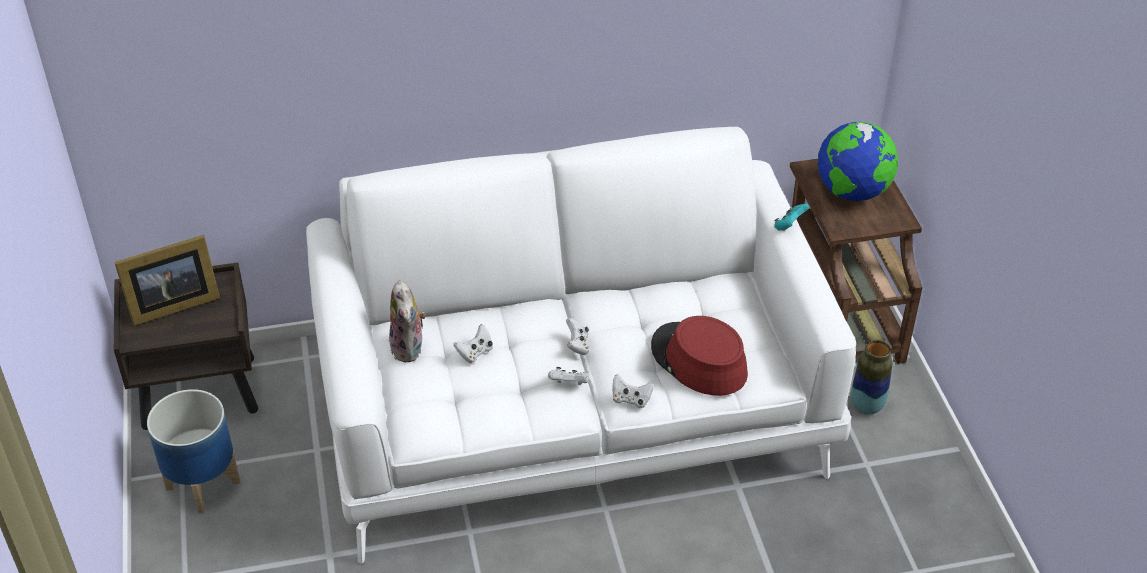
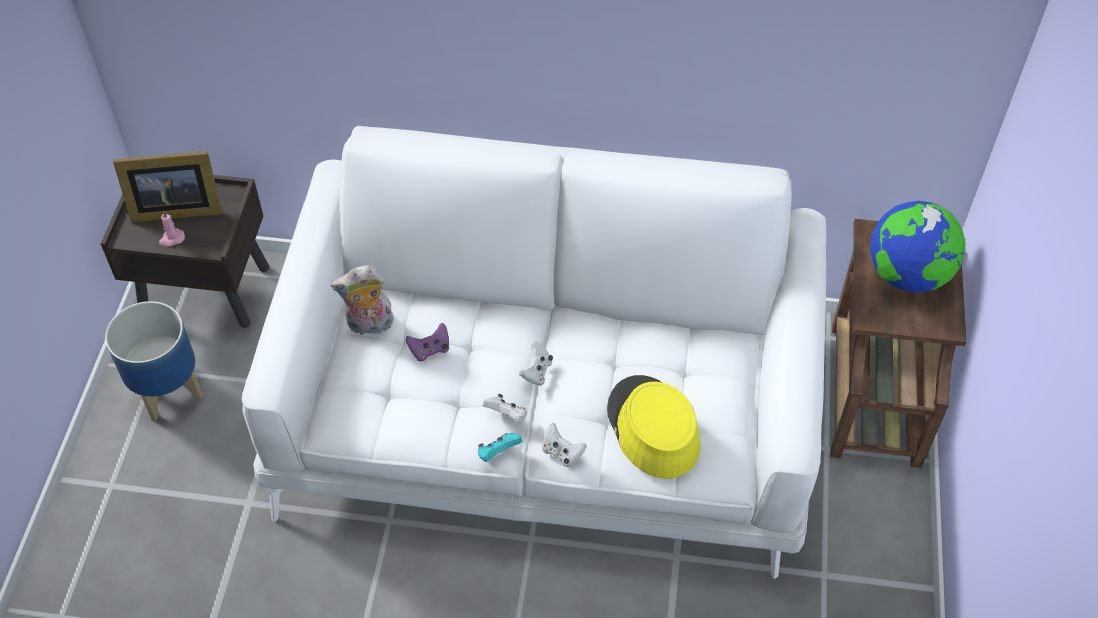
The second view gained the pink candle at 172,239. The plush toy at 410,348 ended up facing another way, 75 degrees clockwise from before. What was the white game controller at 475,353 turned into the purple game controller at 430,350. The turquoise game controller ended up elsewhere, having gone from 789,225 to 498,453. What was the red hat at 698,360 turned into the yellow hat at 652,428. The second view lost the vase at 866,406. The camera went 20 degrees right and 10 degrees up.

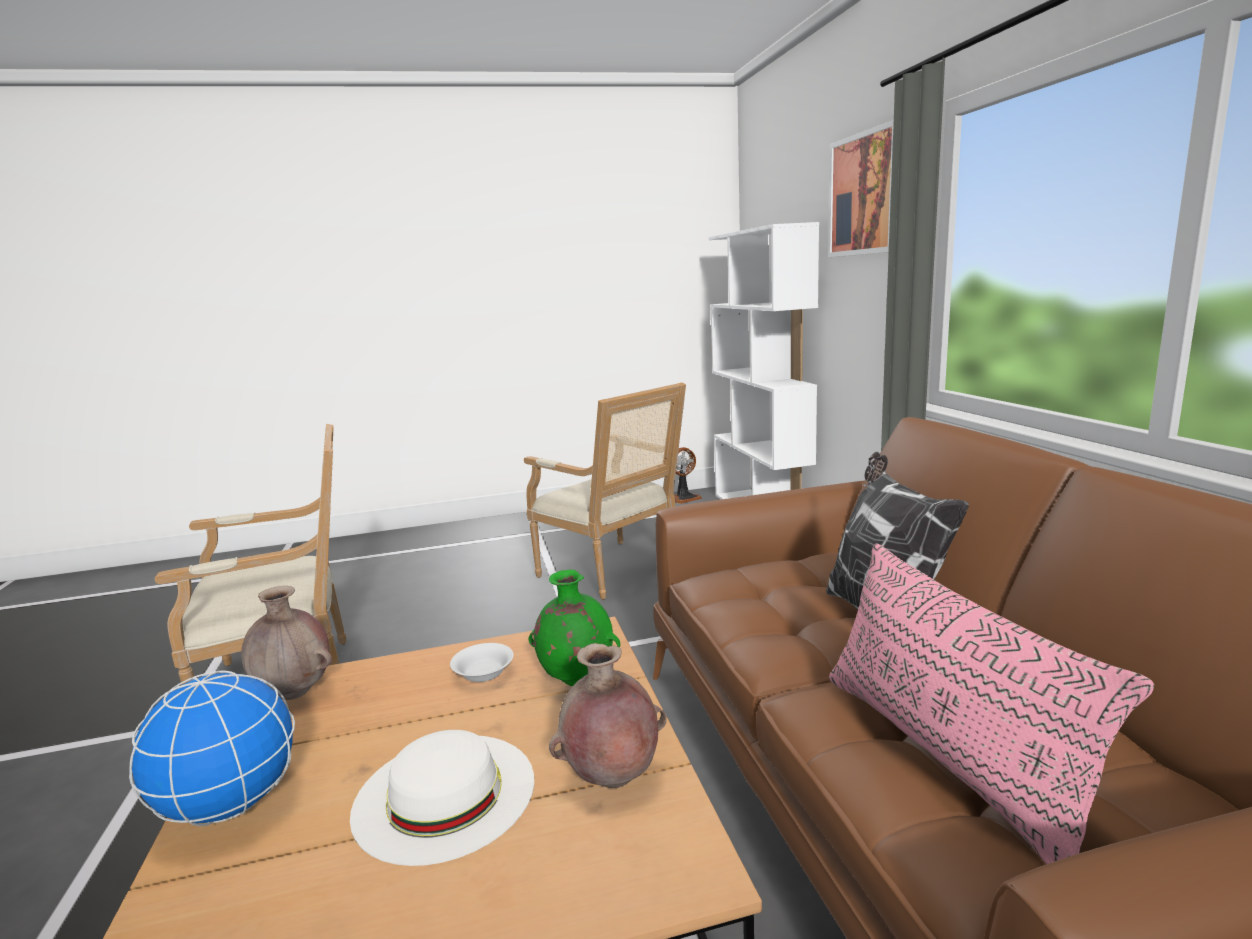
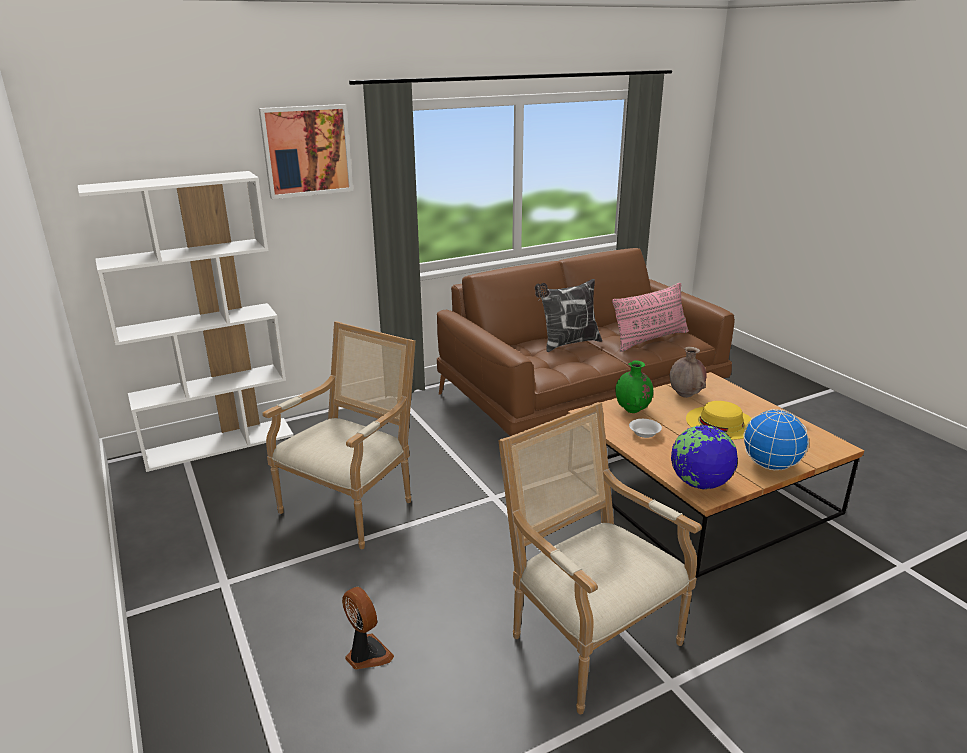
The fan ended up elsewhere, having gone from 684,498 to 366,654. Where the brown vase stood at 295,693, the globe came to stand at 699,484. What was the white hat at 445,793 turned into the yellow hat at 720,422. The camera went 105 degrees left and 10 degrees up.

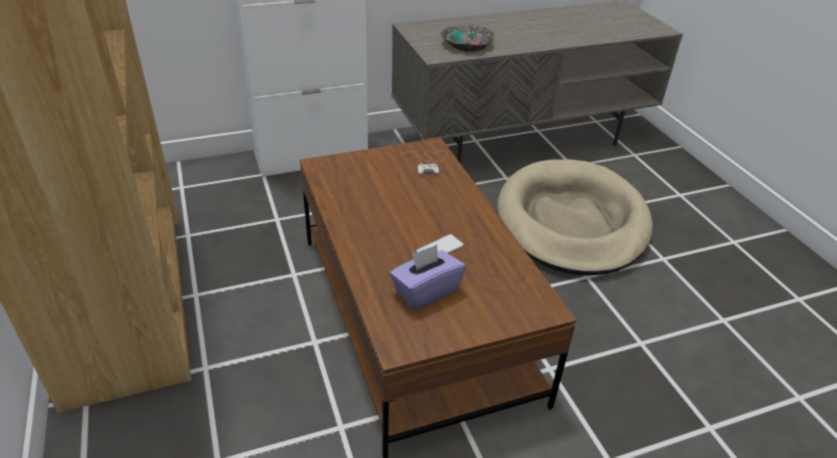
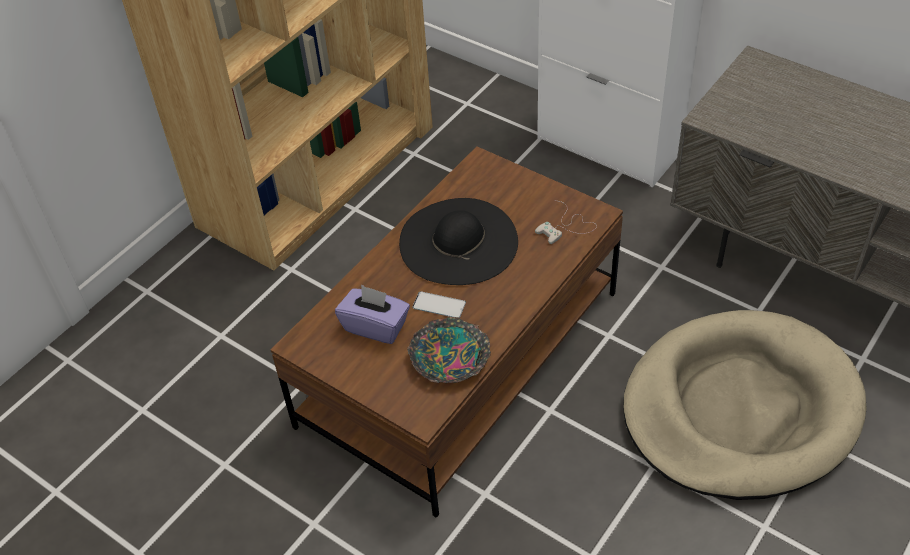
The second view gained the black hat at 458,241. The bowl ended up elsewhere, having gone from 466,43 to 450,357. The camera went 60 degrees right and 10 degrees up.

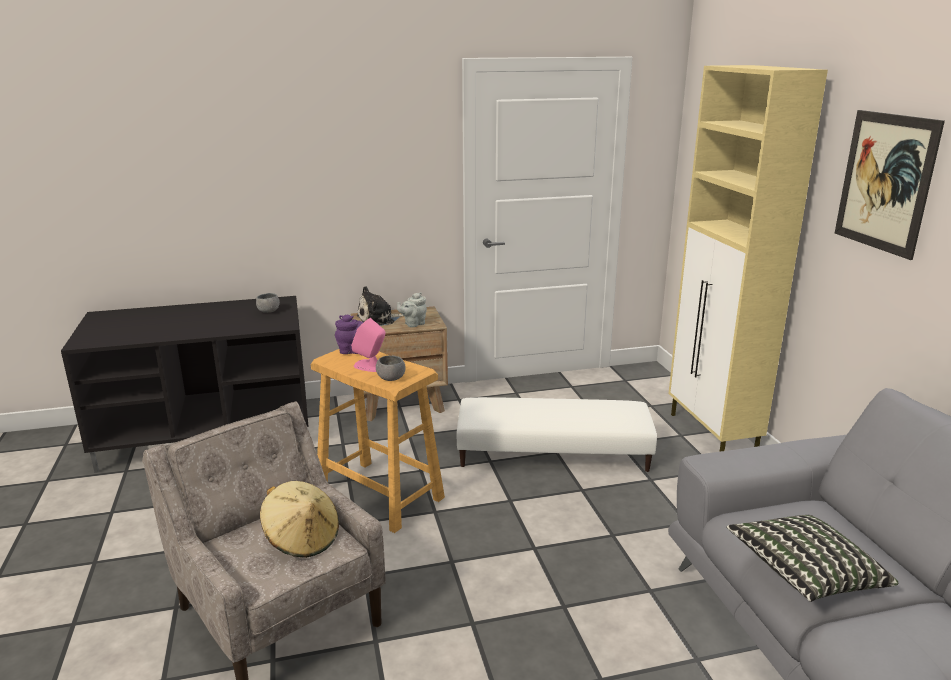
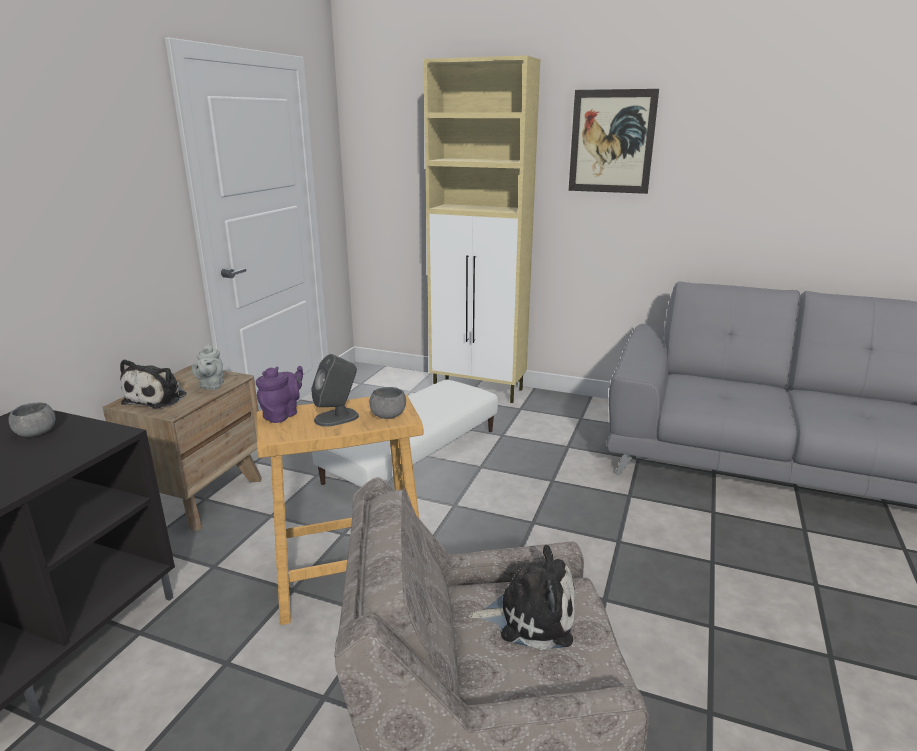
What was the pink speaker at 370,366 turned into the grey speaker at 337,417. Where the beige hat stood at 302,539, the plush toy came to stand at 530,616. The second view lost the pillow at 804,575. The camera went 55 degrees left and 0 degrees up.

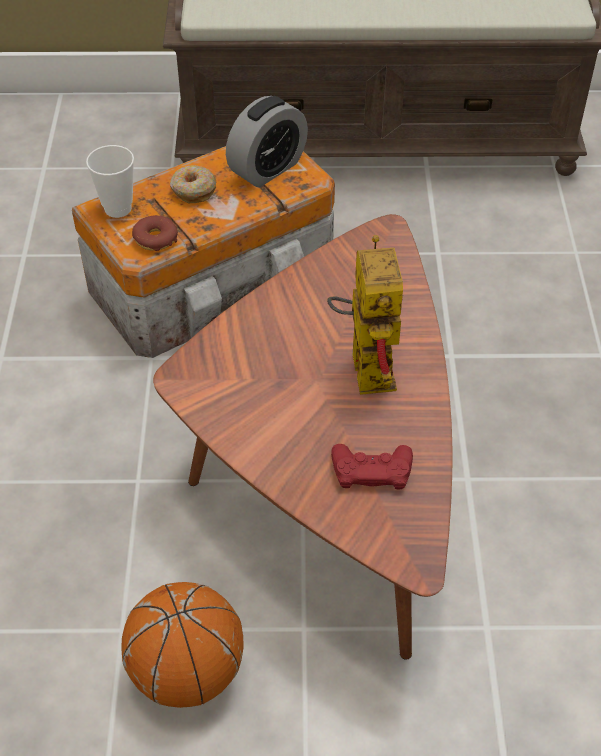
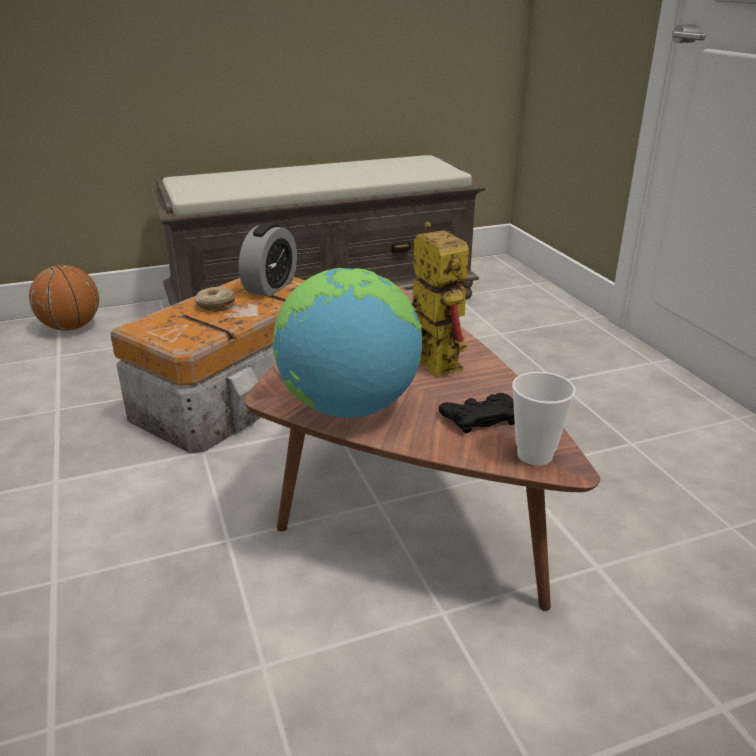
The basketball ended up elsewhere, having gone from 187,671 to 71,327. The second view gained the globe at 348,407. What was the red game controller at 371,470 turned into the black game controller at 480,418. The cup ended up elsewhere, having gone from 118,208 to 534,455. The second view lost the donut at 155,239. The camera went 20 degrees left and 20 degrees down.

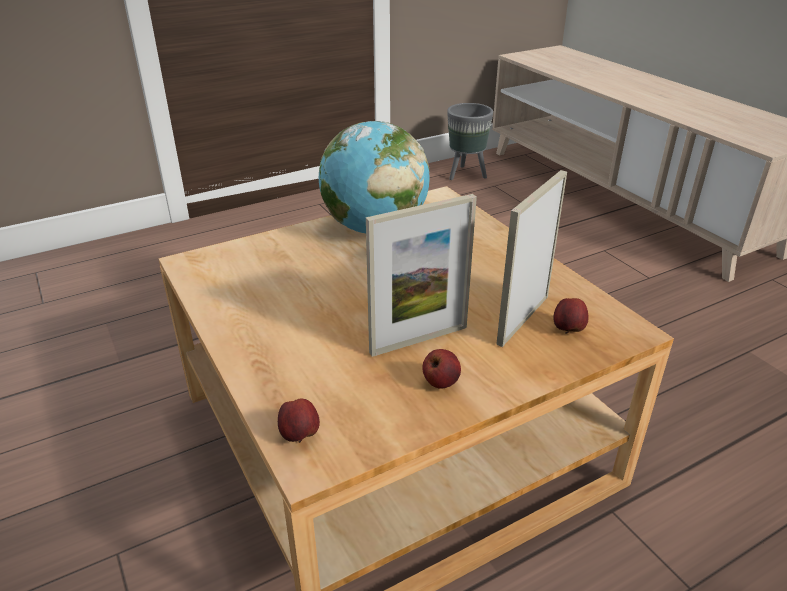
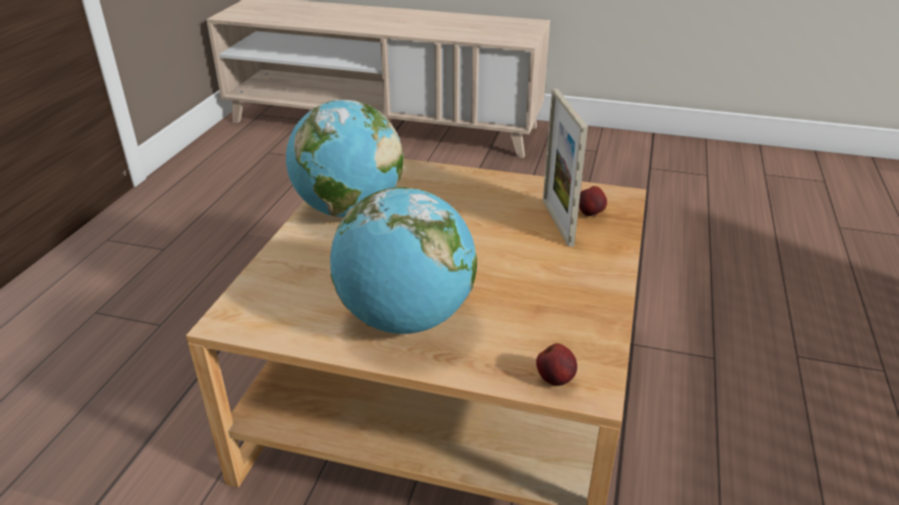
The second view gained the globe at 406,319. The second view lost the picture frame at 419,340. The second view lost the apple at 440,383. The second view lost the grey planter at 466,174. The camera went 45 degrees left and 0 degrees up.

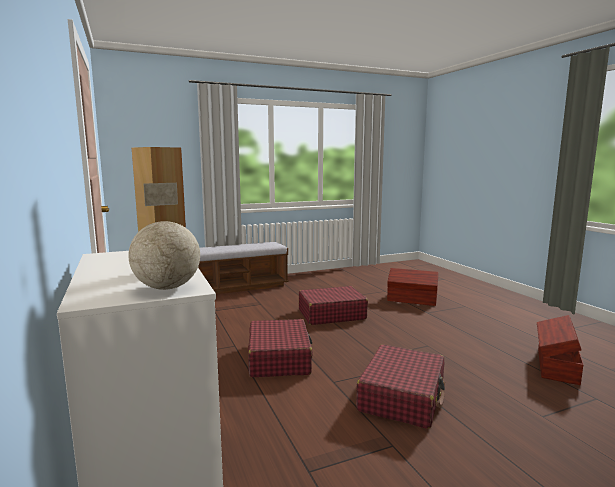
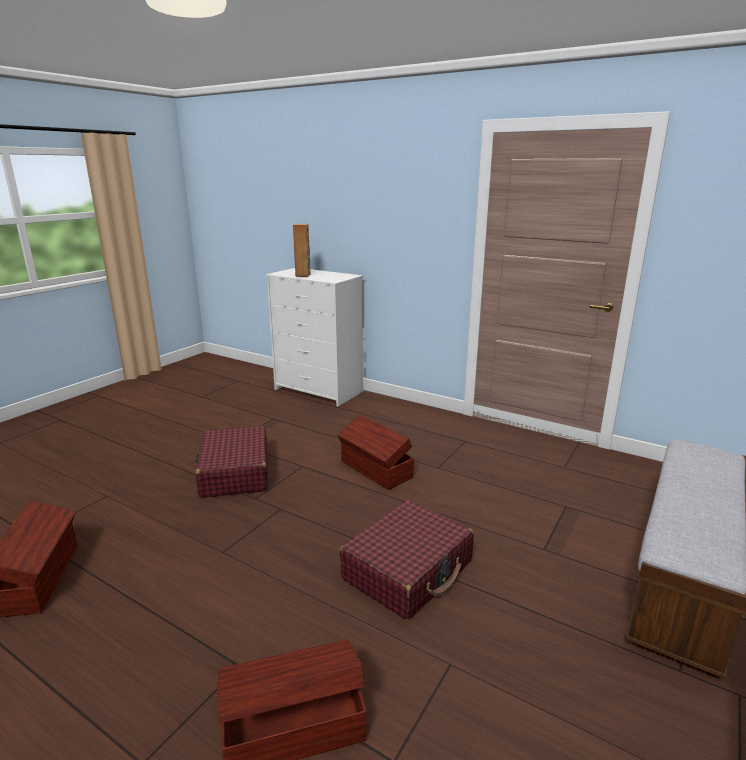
Where the red suitcase stood at 279,358, the brown storage box came to stand at 375,470. The second view lost the globe at 168,288. The camera went 145 degrees right and 10 degrees up.

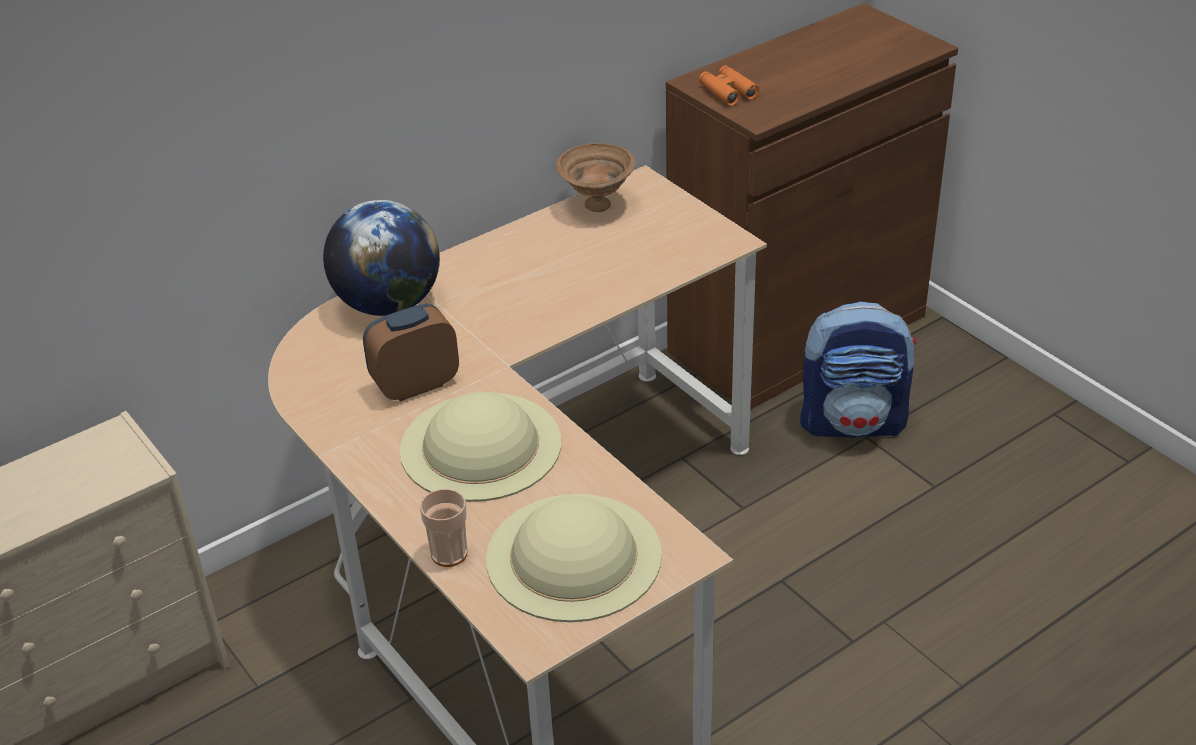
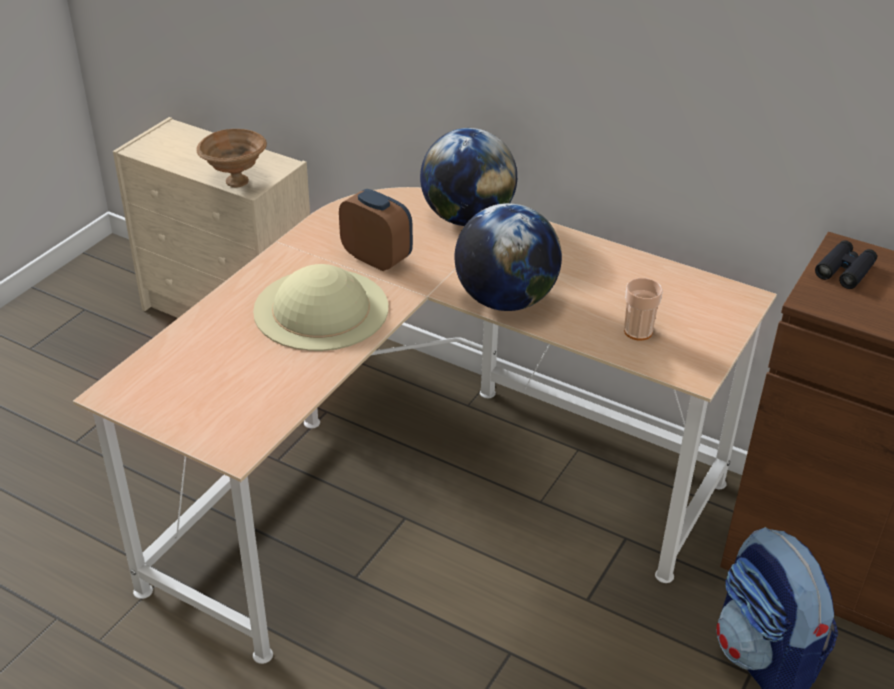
The brown bowl ended up elsewhere, having gone from 598,206 to 235,182. The second view gained the globe at 505,300. The cup ended up elsewhere, having gone from 449,554 to 638,331. What was the orange binoculars at 727,92 turned into the black binoculars at 845,270. The second view lost the beige hat at 573,556. The camera went 65 degrees right and 0 degrees up.

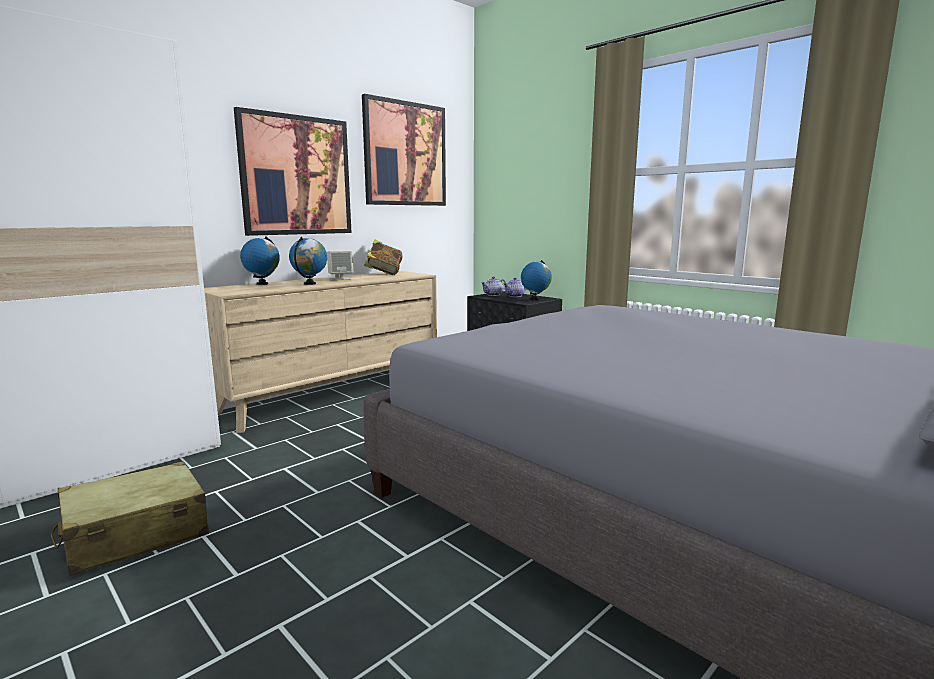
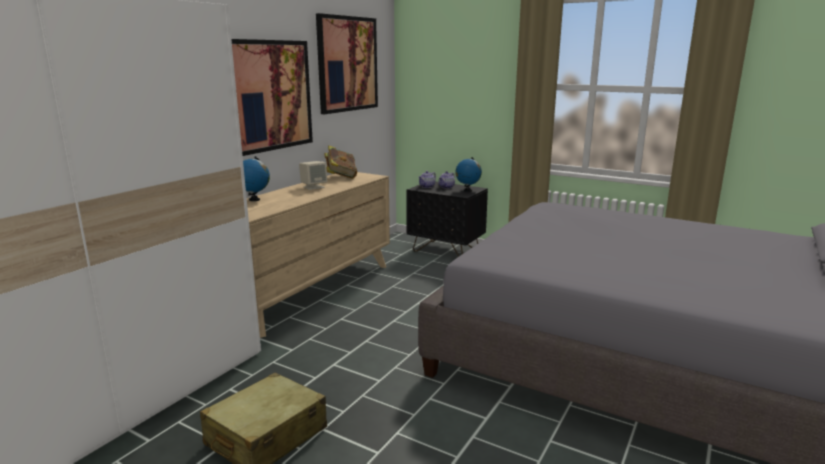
The second view lost the globe at 310,284. The camera went 15 degrees left and 5 degrees up.

